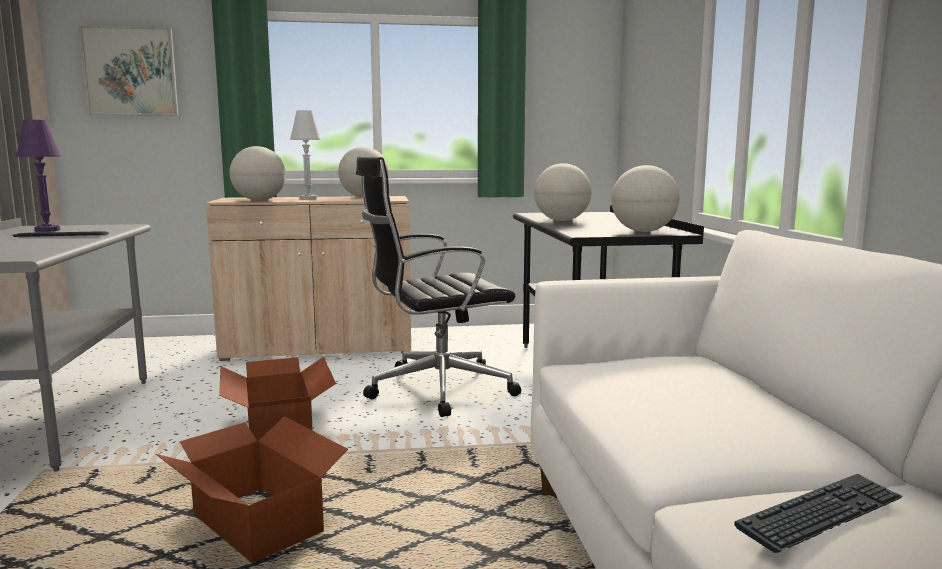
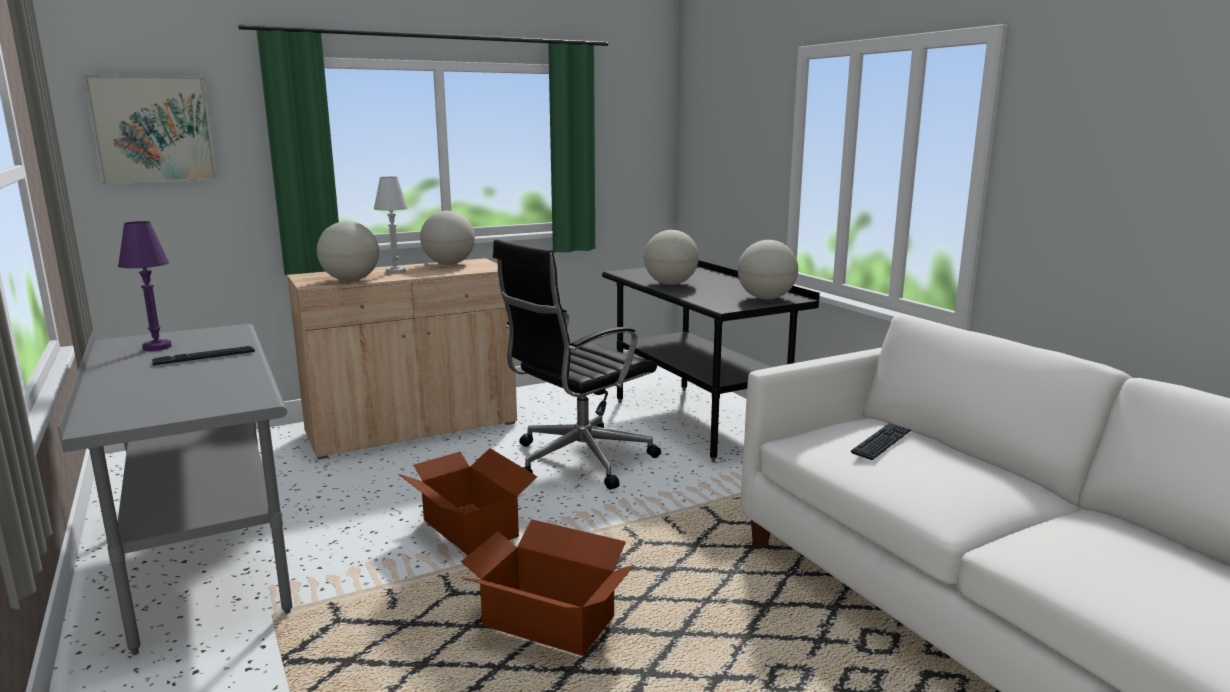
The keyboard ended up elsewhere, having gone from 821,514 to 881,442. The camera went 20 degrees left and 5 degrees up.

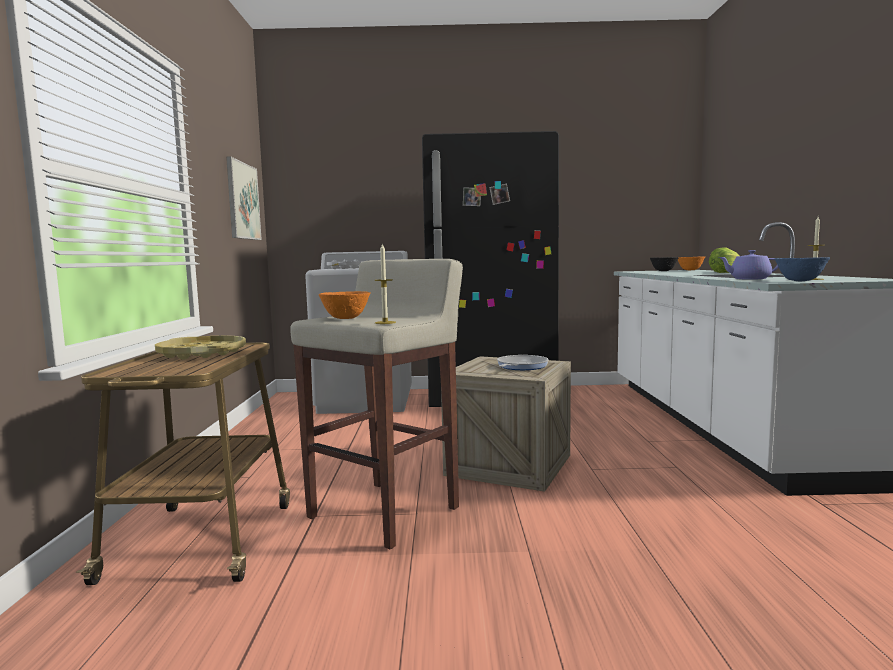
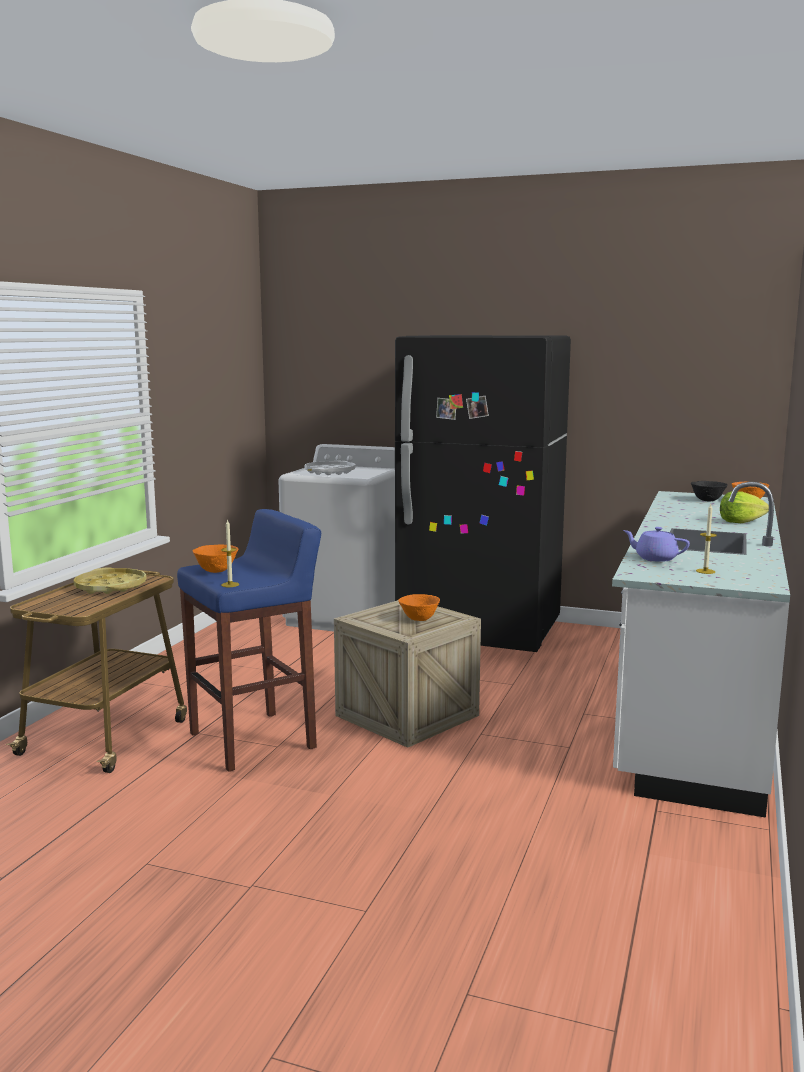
What was the beige stool at 386,512 turned into the blue stool at 254,740. Where the frying pan stood at 520,366, the orange bowl came to stand at 418,619. The second view lost the picture at 243,201. The second view lost the blue bowl at 799,281. The camera went 20 degrees right and 5 degrees up.

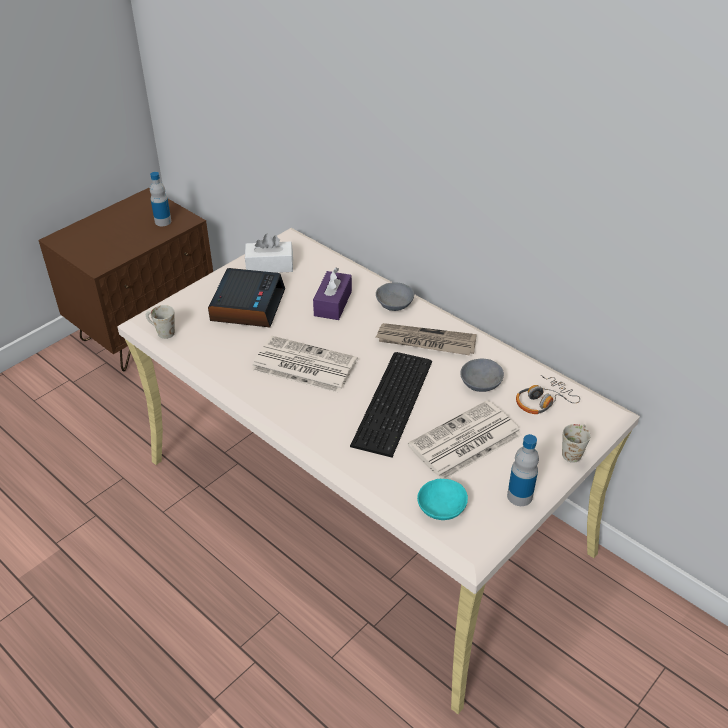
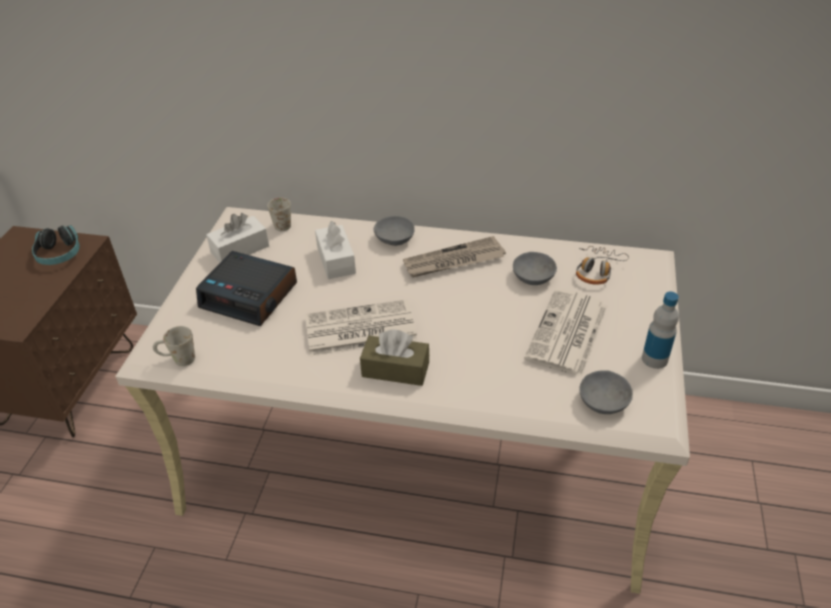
Where the bottle stood at 163,221, the headphones came to stand at 59,254. The alarm clock at 247,305 ended up facing another way, 135 degrees clockwise from before. The white mug ended up elsewhere, having gone from 573,451 to 283,223. What was the purple tissue box at 333,303 turned into the white tissue box at 336,260. The second view gained the brown tissue box at 395,369. What was the turquoise bowl at 441,506 turned into the grey bowl at 602,400. The second view lost the keyboard at 396,402. The camera went 30 degrees left and 0 degrees up.

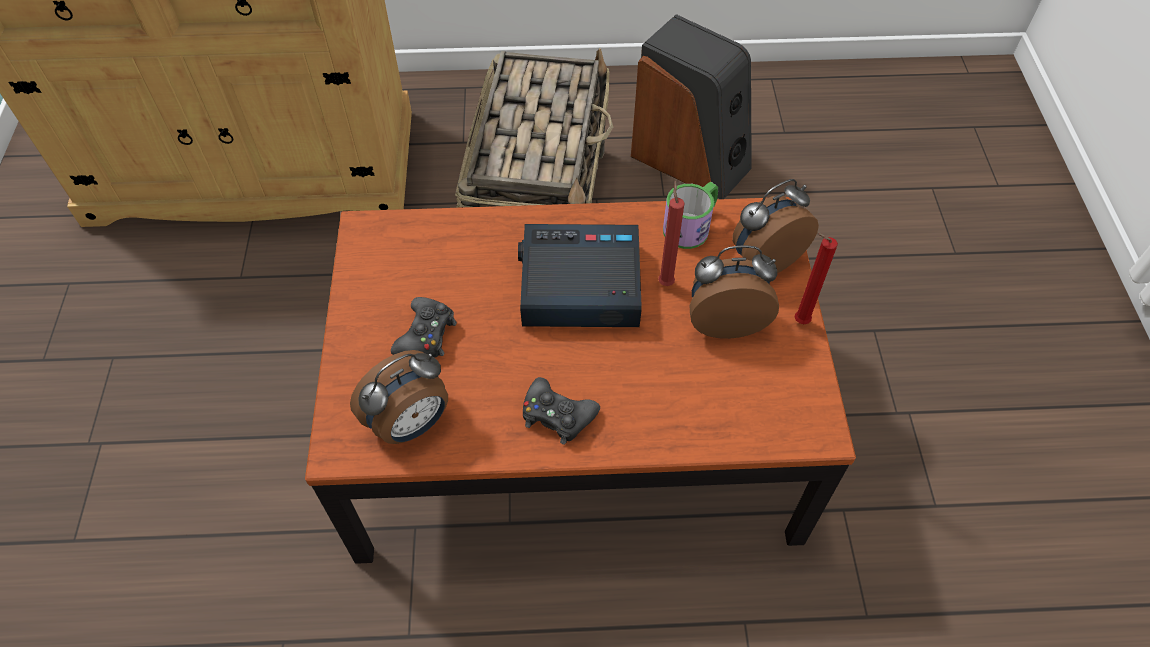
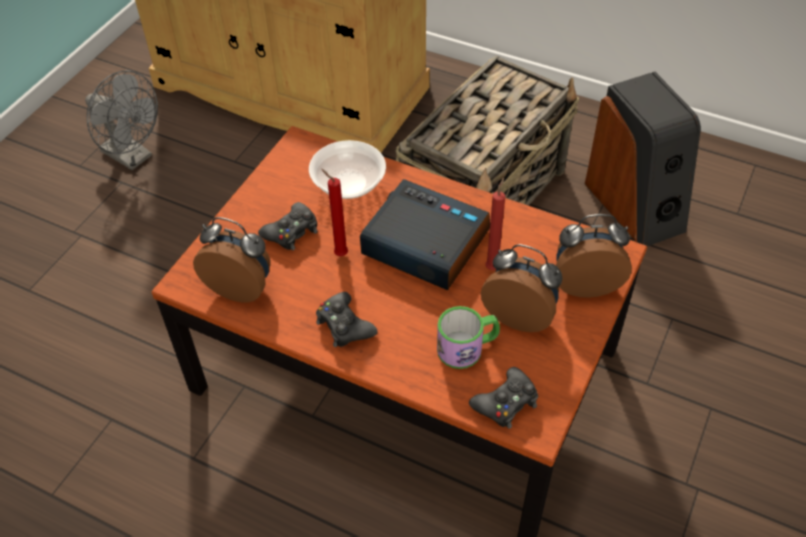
The second view gained the grey fan at 133,157. The alarm clock at 411,424 ended up facing another way, 150 degrees counterclockwise from before. The second view gained the bowl at 348,184. The red candle ended up elsewhere, having gone from 798,321 to 339,253. The mug ended up elsewhere, having gone from 691,226 to 467,348. The second view gained the black game controller at 506,403. The camera went 30 degrees right and 5 degrees down.

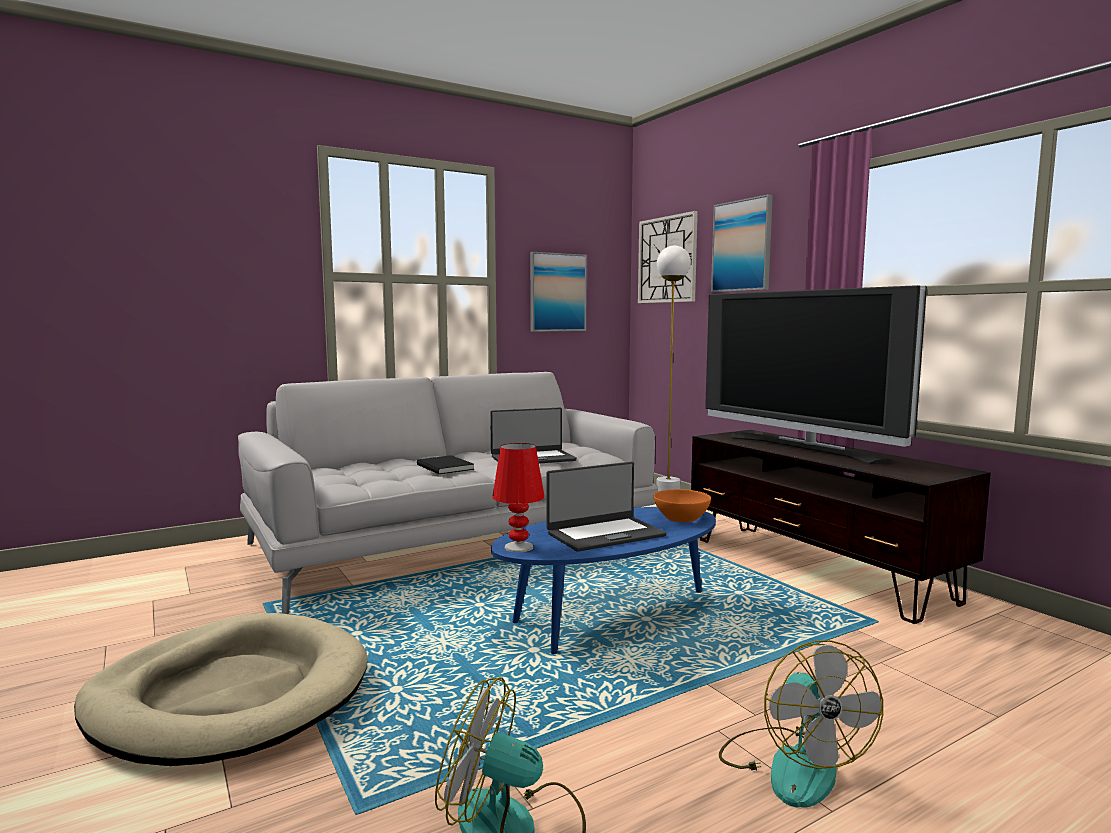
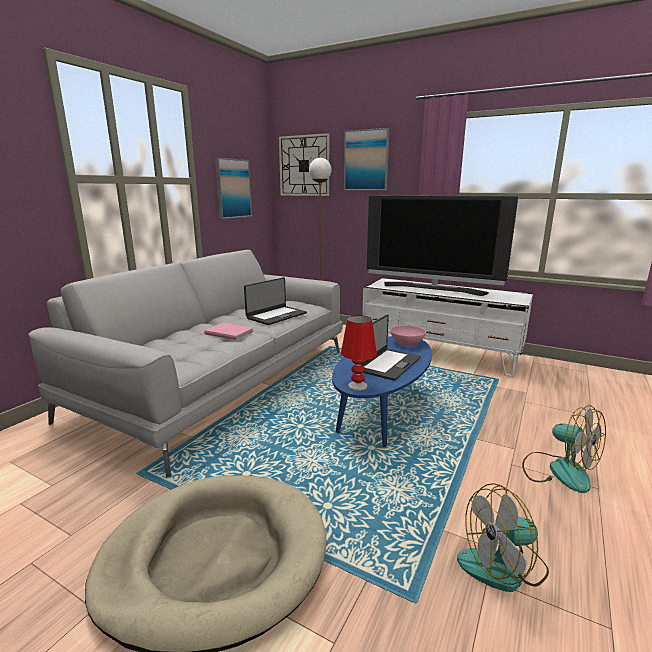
What was the black book at 446,466 turned into the pink book at 229,332. What was the brown tv stand at 815,568 turned into the white tv stand at 440,354. What was the orange bowl at 681,517 turned into the pink bowl at 407,343. The camera went 30 degrees left and 10 degrees up.

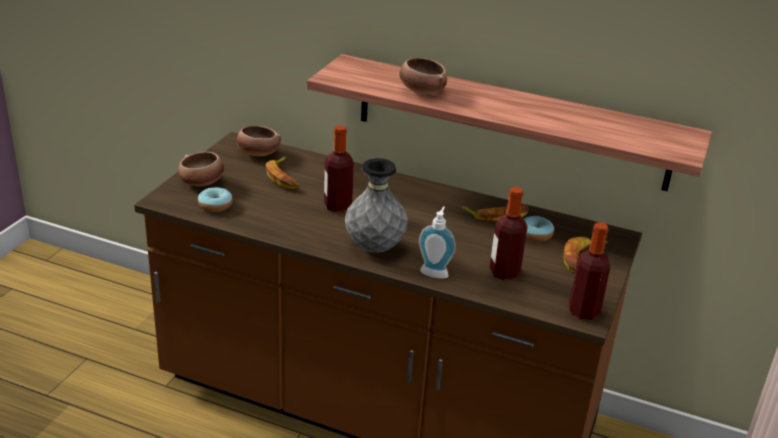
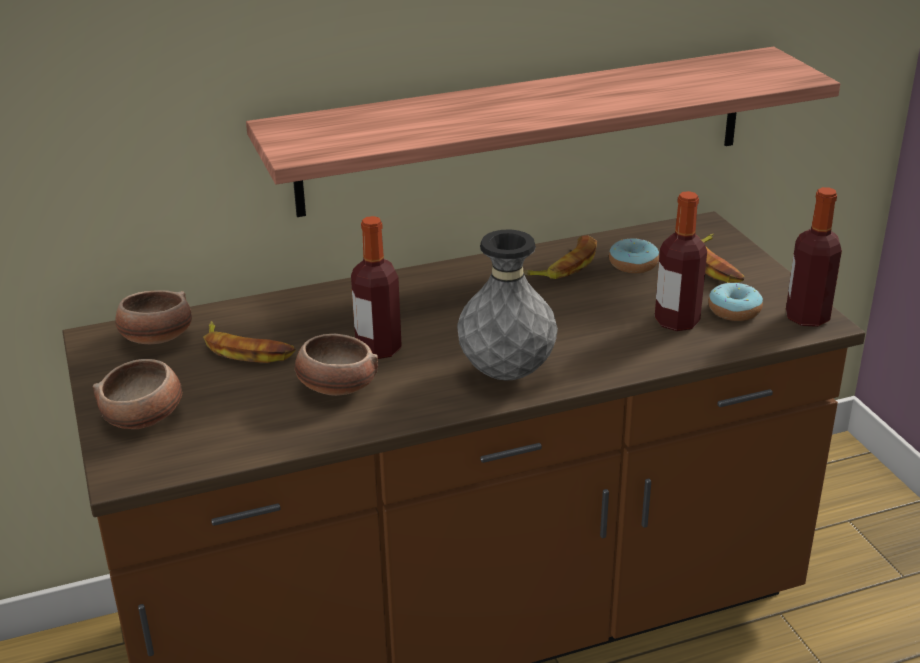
The bowl ended up elsewhere, having gone from 421,91 to 335,388. The donut ended up elsewhere, having gone from 215,205 to 734,311. The second view lost the soap dispenser at 435,271. The camera went 40 degrees left and 0 degrees up.

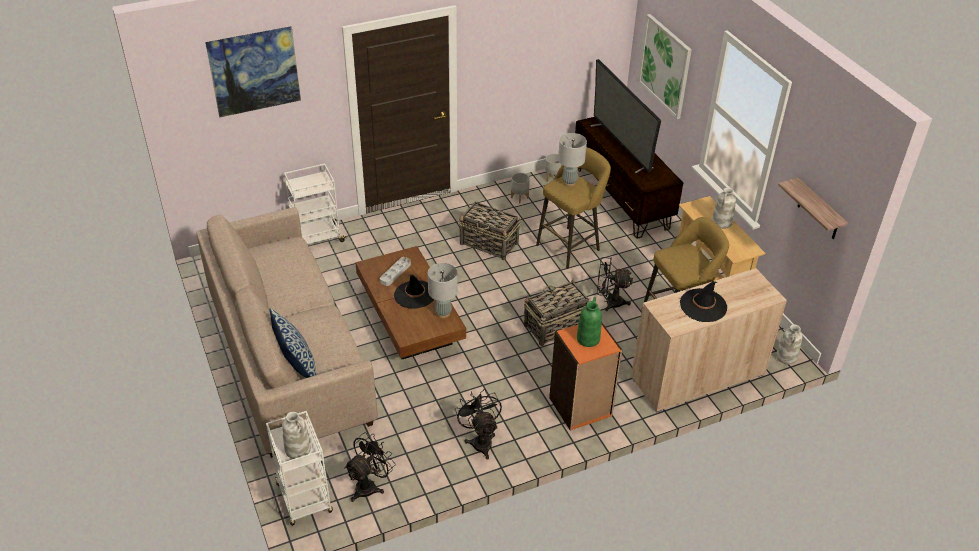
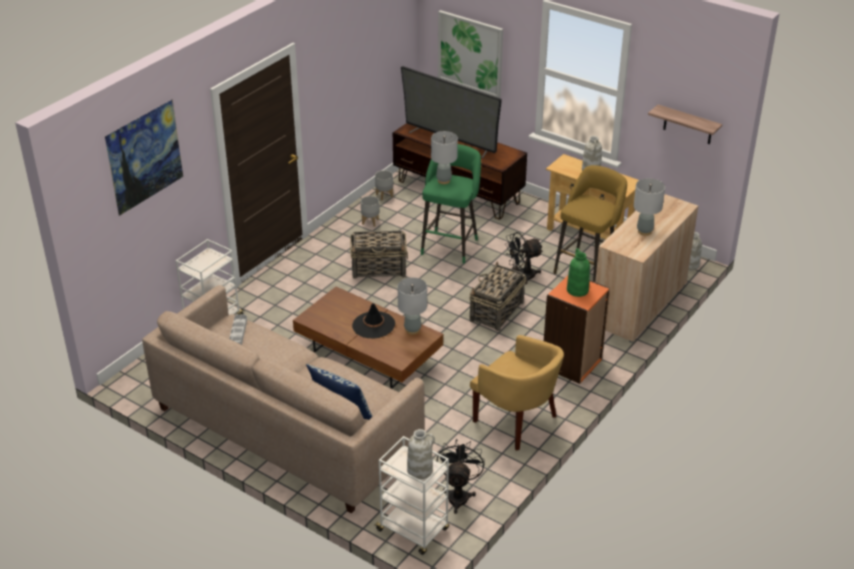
The grey tray ended up elsewhere, having gone from 395,273 to 238,332. What was the yellow stool at 570,246 turned into the green stool at 450,245. Where the black fan stood at 480,440, the yellow armchair came to stand at 517,422. Where the black hat stood at 703,305, the grey table lamp came to stand at 644,231. The camera went 30 degrees left and 5 degrees down.

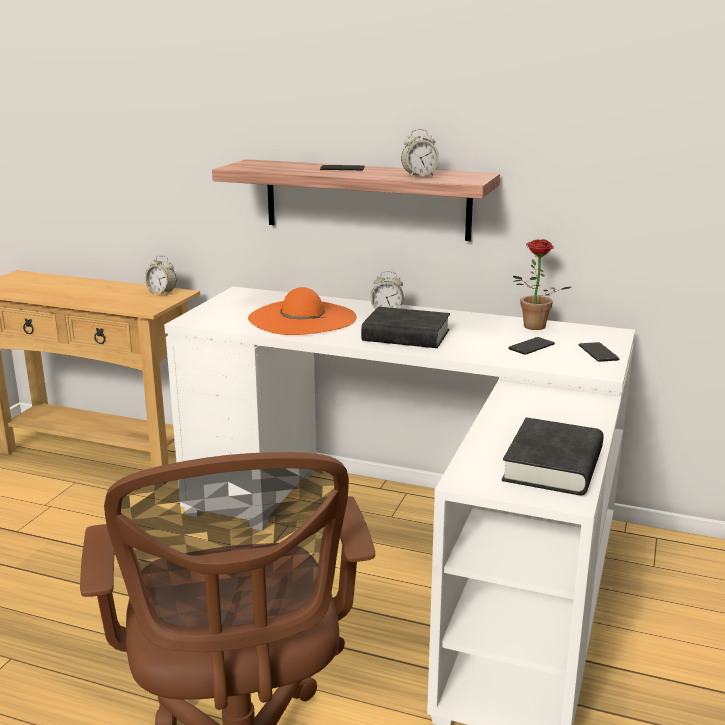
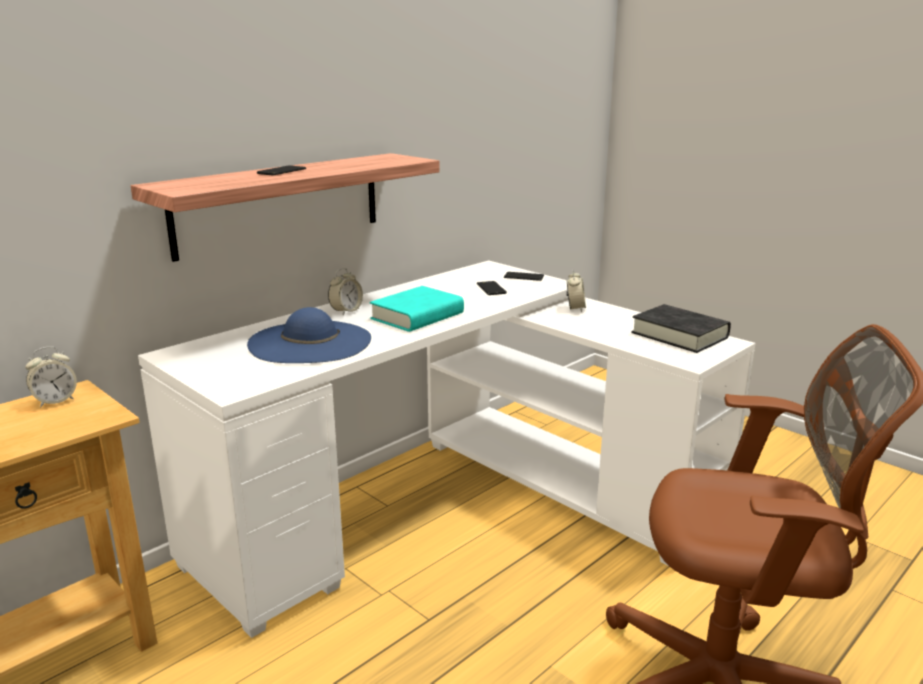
What was the orange hat at 302,318 turned into the blue hat at 310,342. What was the black book at 406,336 turned into the turquoise book at 417,316. The alarm clock ended up elsewhere, having gone from 419,176 to 575,308. The second view lost the potted plant at 532,328. The camera went 65 degrees left and 0 degrees up.

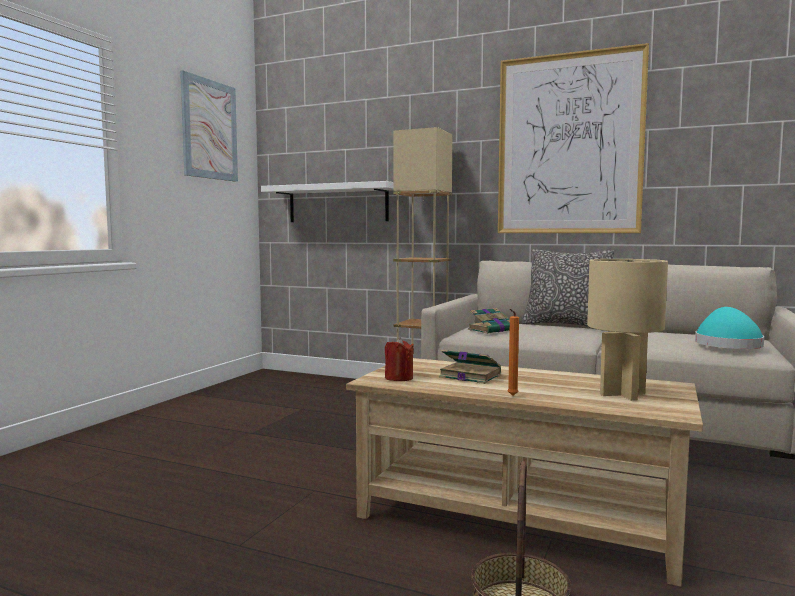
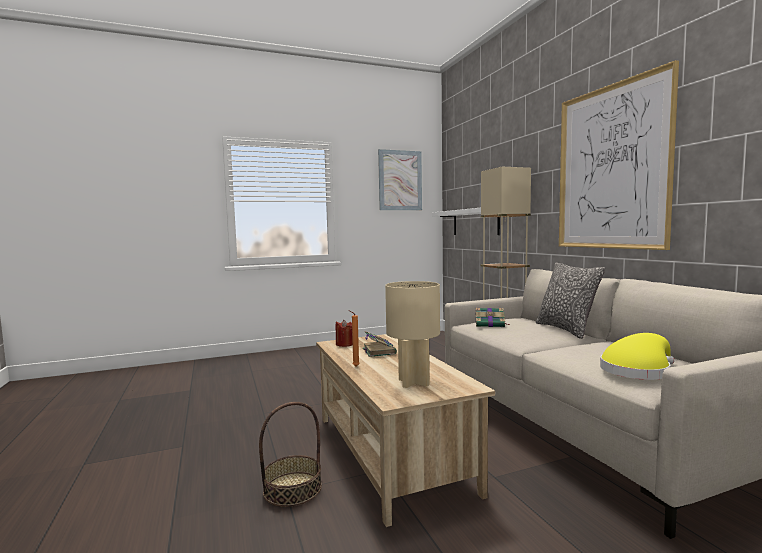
What was the turquoise hat at 726,345 turned into the yellow hat at 637,371. The camera went 45 degrees right and 0 degrees up.

